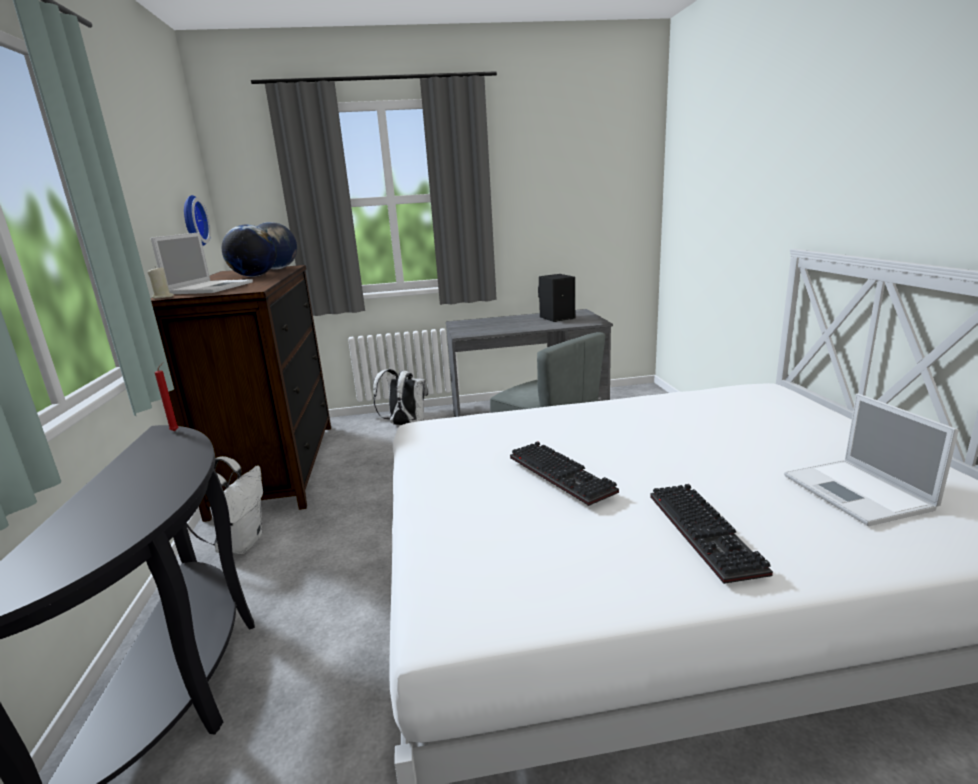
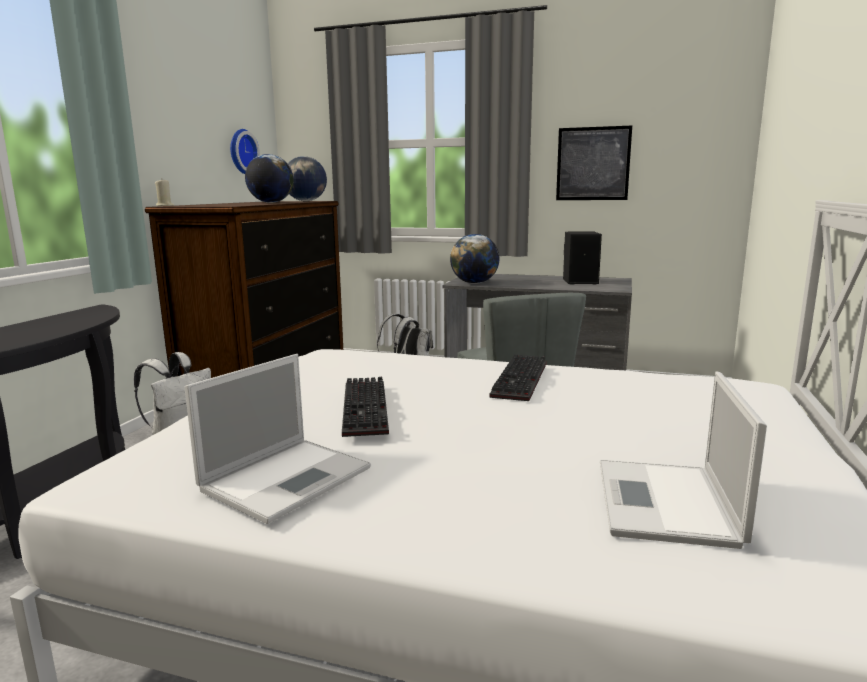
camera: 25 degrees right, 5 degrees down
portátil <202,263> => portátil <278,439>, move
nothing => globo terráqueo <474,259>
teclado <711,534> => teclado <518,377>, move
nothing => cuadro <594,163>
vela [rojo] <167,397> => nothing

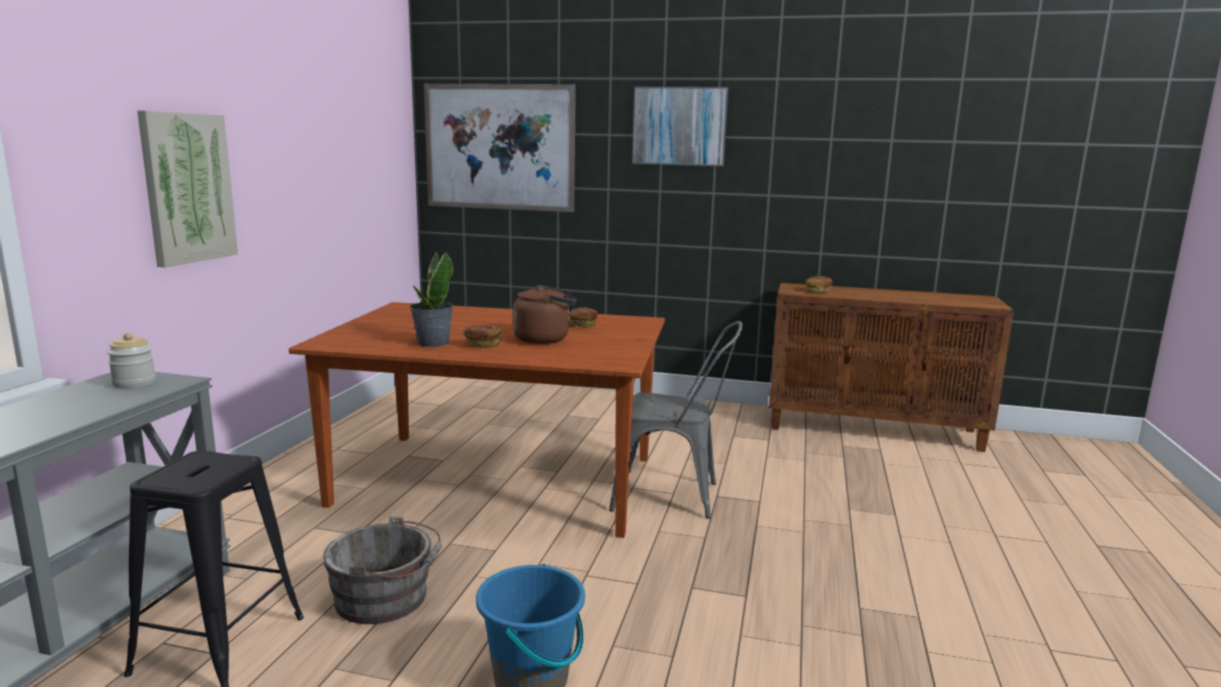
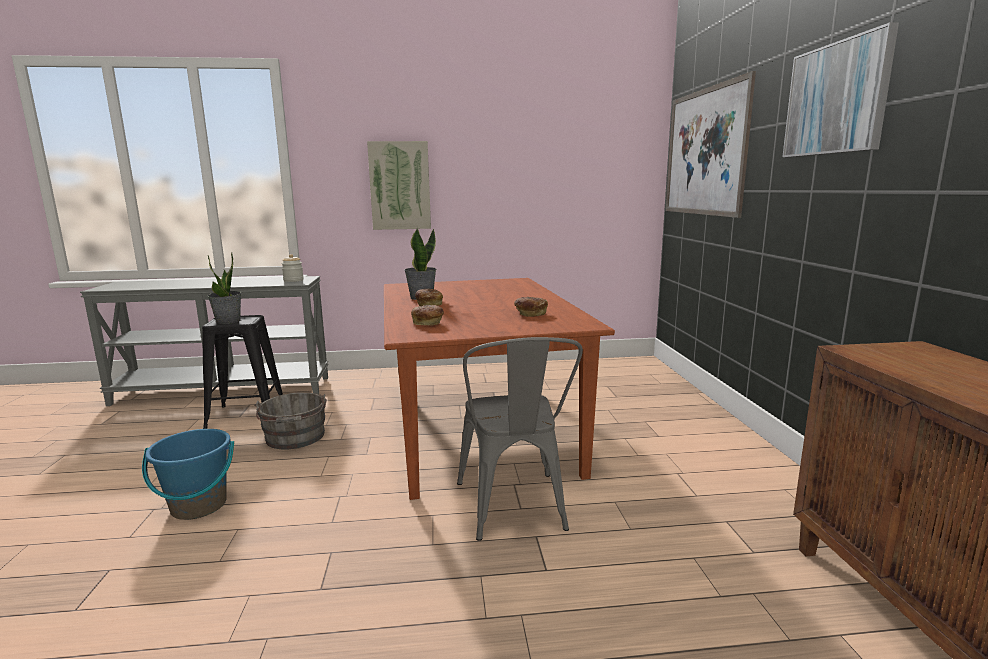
camera: 70 degrees right, 0 degrees up
nothing => planta en maceta <224,288>
pan <819,284> => pan <427,315>, move
hervidor [marrón] <545,314> => nothing

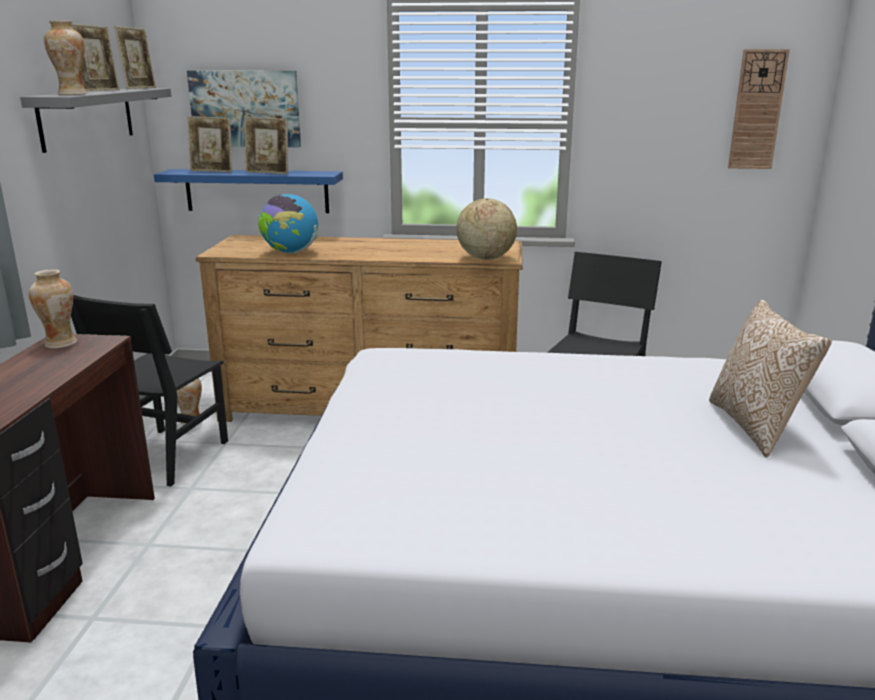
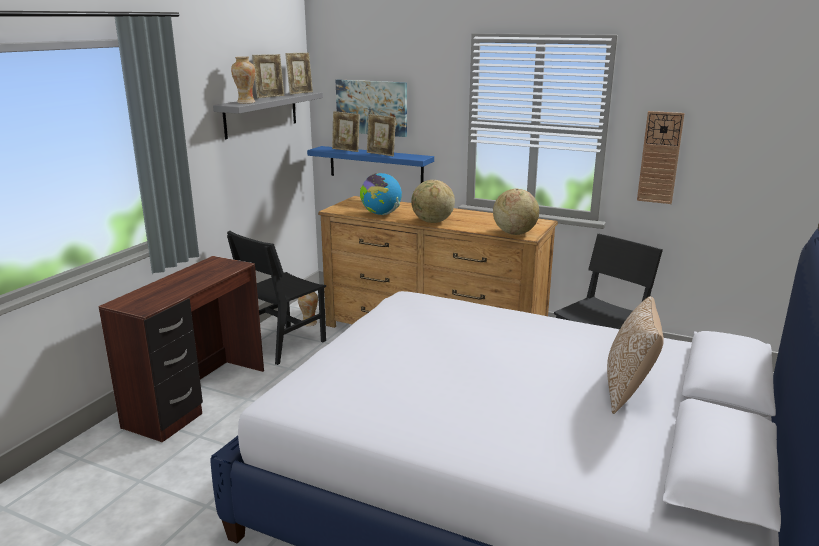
camera: 20 degrees right, 0 degrees up
nothing => globo terráqueo <433,201>
reloj de pared <759,109> => reloj de pared <661,157>, move
florero <53,308> => nothing

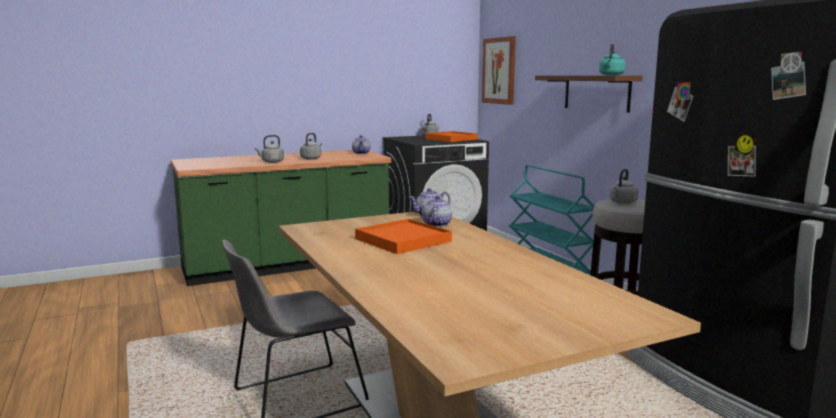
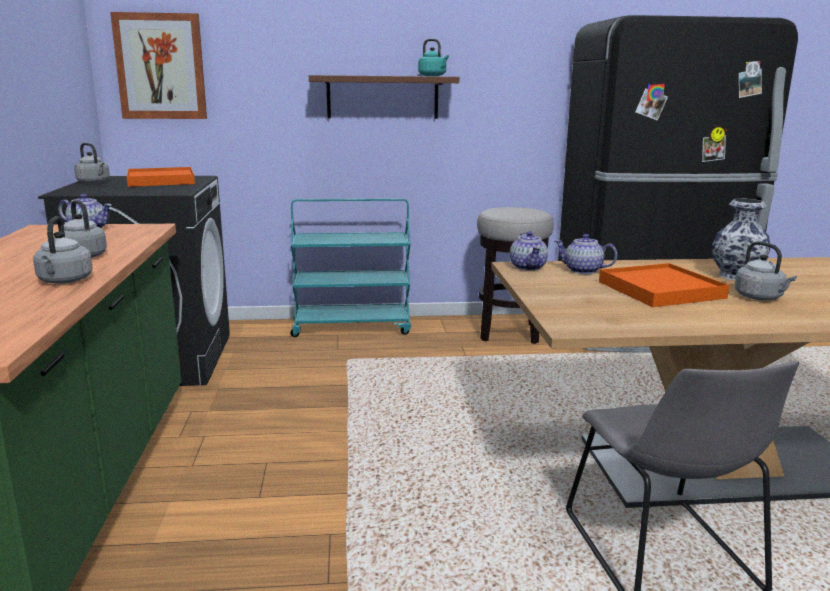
camera: 70 degrees left, 5 degrees up
nothing => florero <741,240>
hervidor [gris] <624,186> => hervidor [gris] <765,270>, move

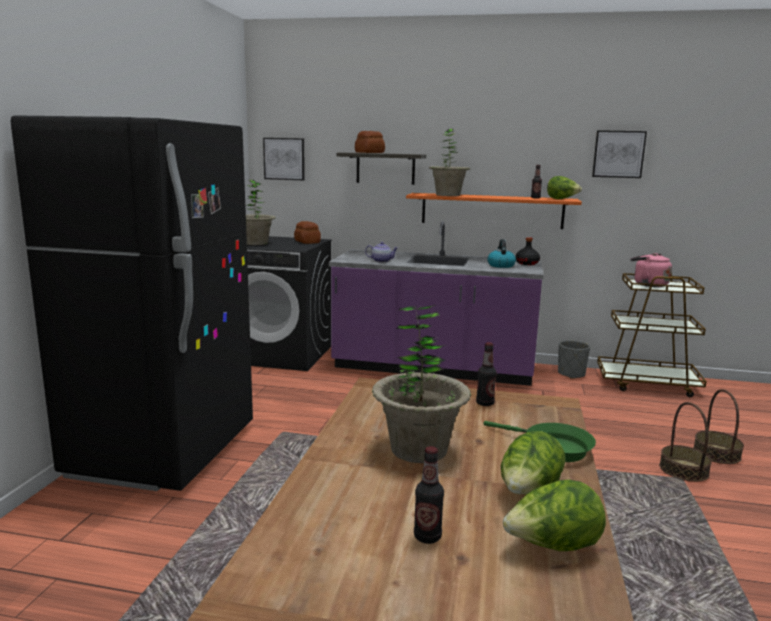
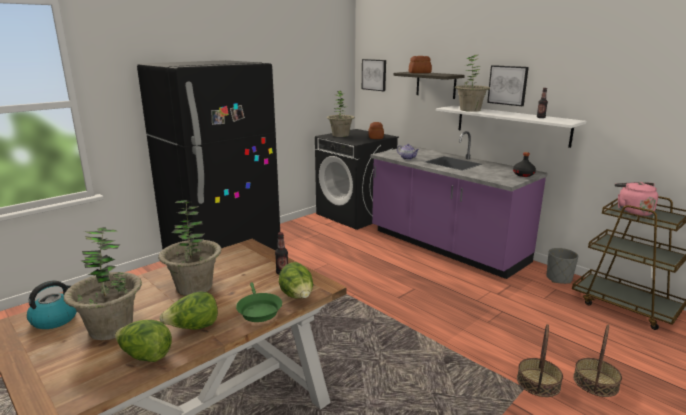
camera: 35 degrees right, 5 degrees up
hervidor <502,253> => hervidor <52,305>, move
botella <429,495> => planta en maceta <103,283>
lechuga <564,187> => lechuga <296,280>, move
estante [naranja] <494,211> => estante [blanco] <511,127>
cuadro <619,154> => cuadro <508,85>, move

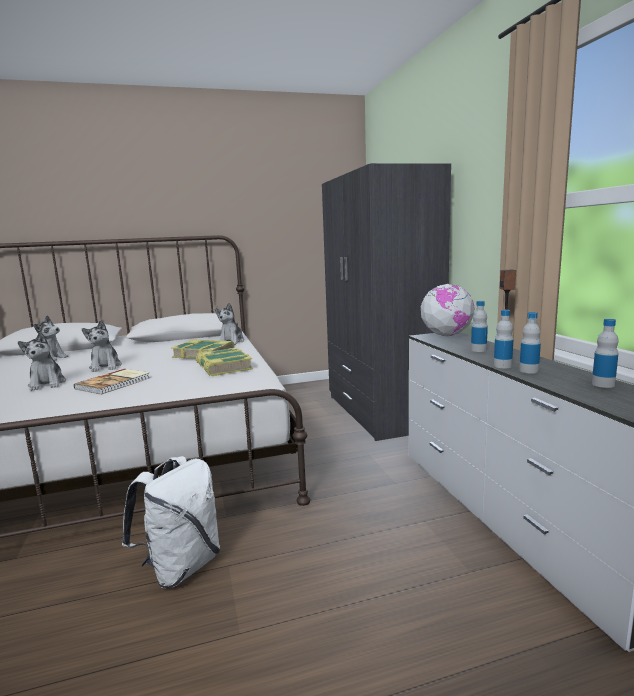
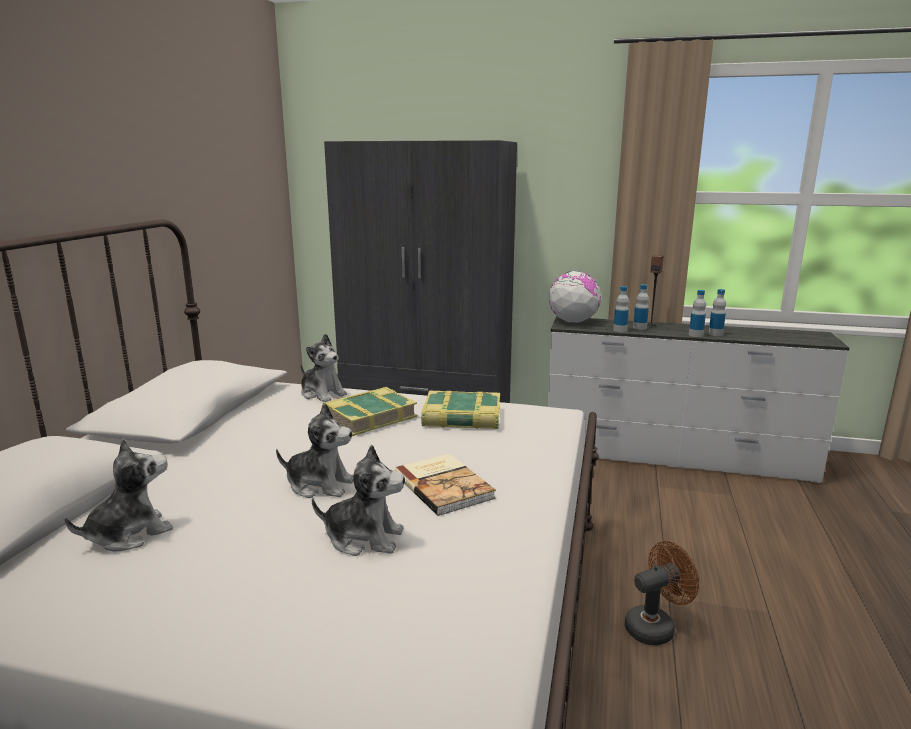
camera: 60 degrees left, 5 degrees up
botella <605,353> => botella <621,309>, move
mochila [blanco] <171,522> => ventilador [marrón] <662,593>

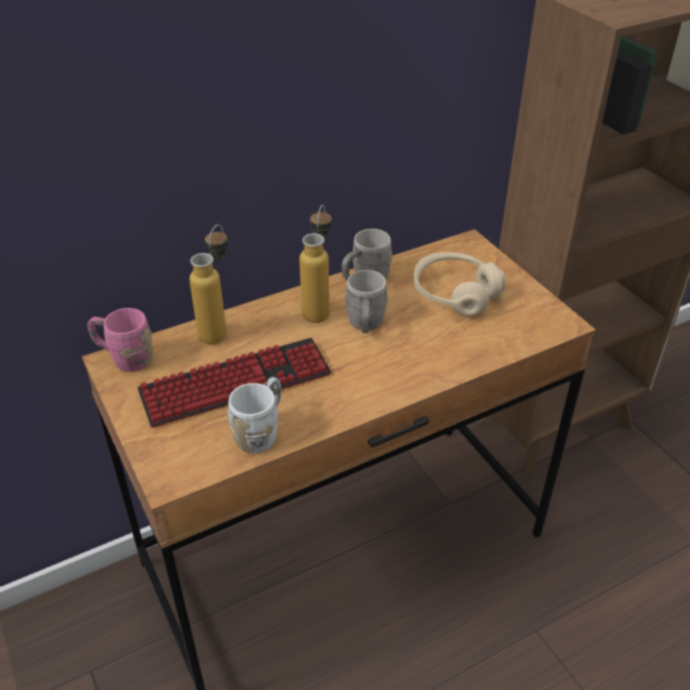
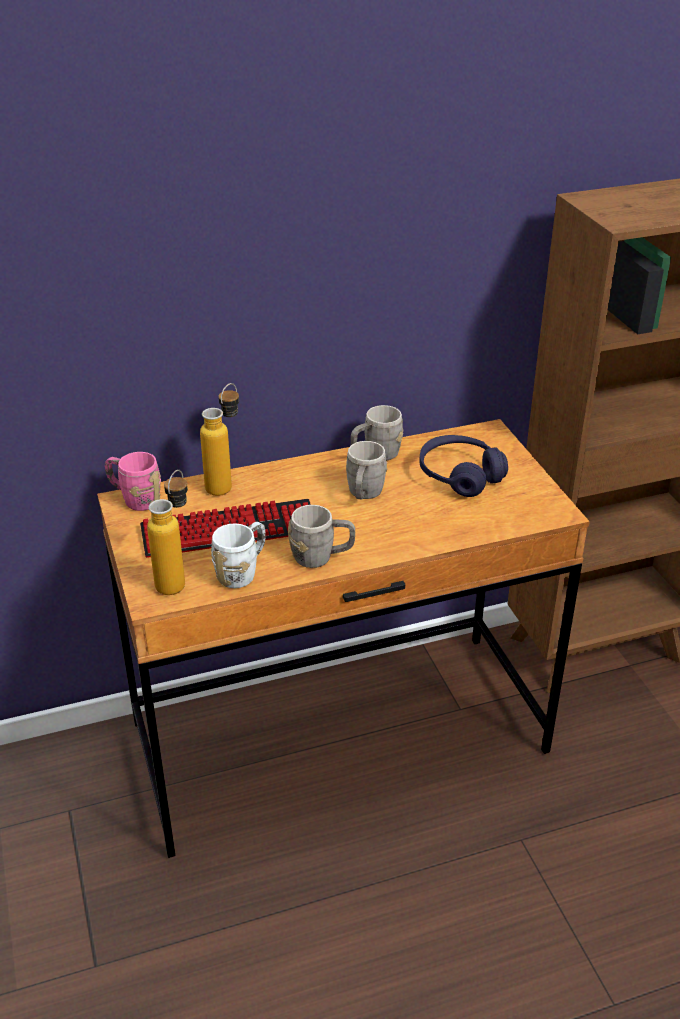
camera: 10 degrees right, 5 degrees down
botella <315,264> => botella <167,532>, move
nothing => taza grande [gris] <321,536>
auriculares [beis] <460,284> => auriculares [morado] <463,466>

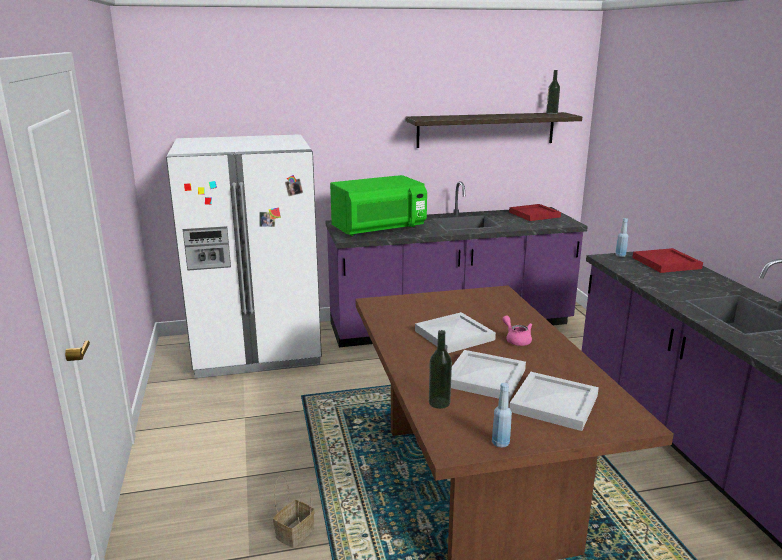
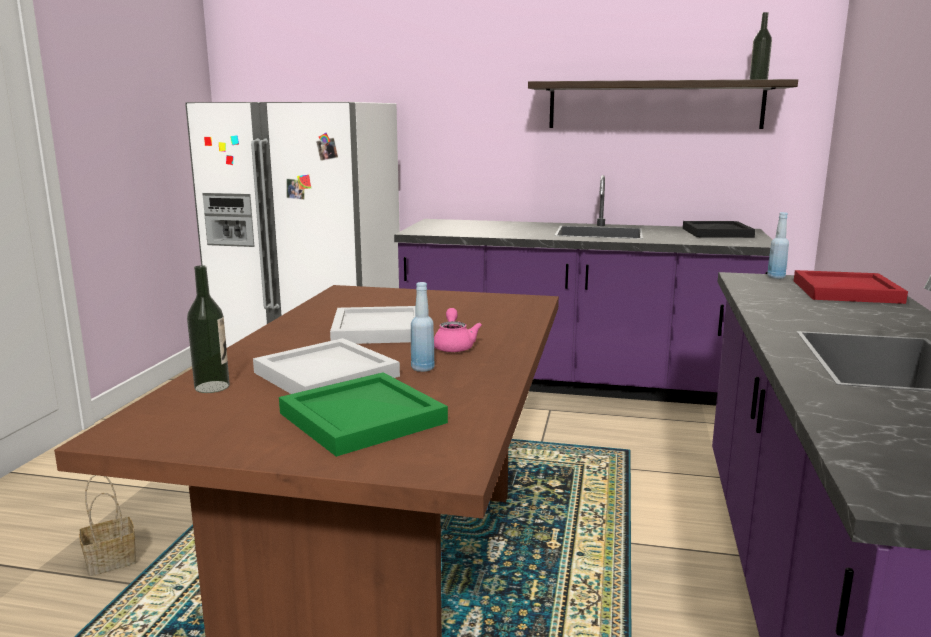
camera: 25 degrees right, 5 degrees down
bandeja [blanco] <554,401> => bandeja [verde] <363,414>
botella [azul] <502,415> => botella [azul] <423,327>, move
bandeja [rojo] <535,212> => bandeja [negro] <719,229>
microondas [verde] <378,205> => nothing

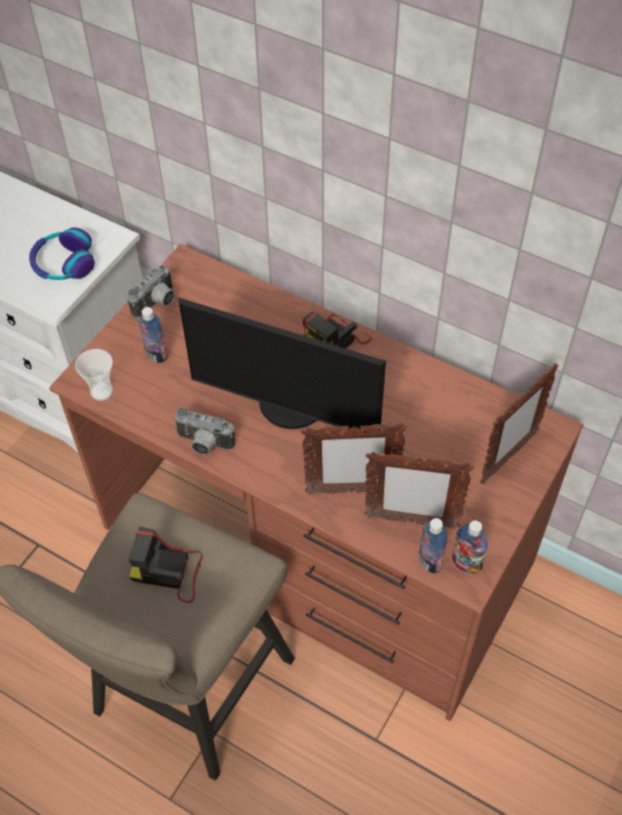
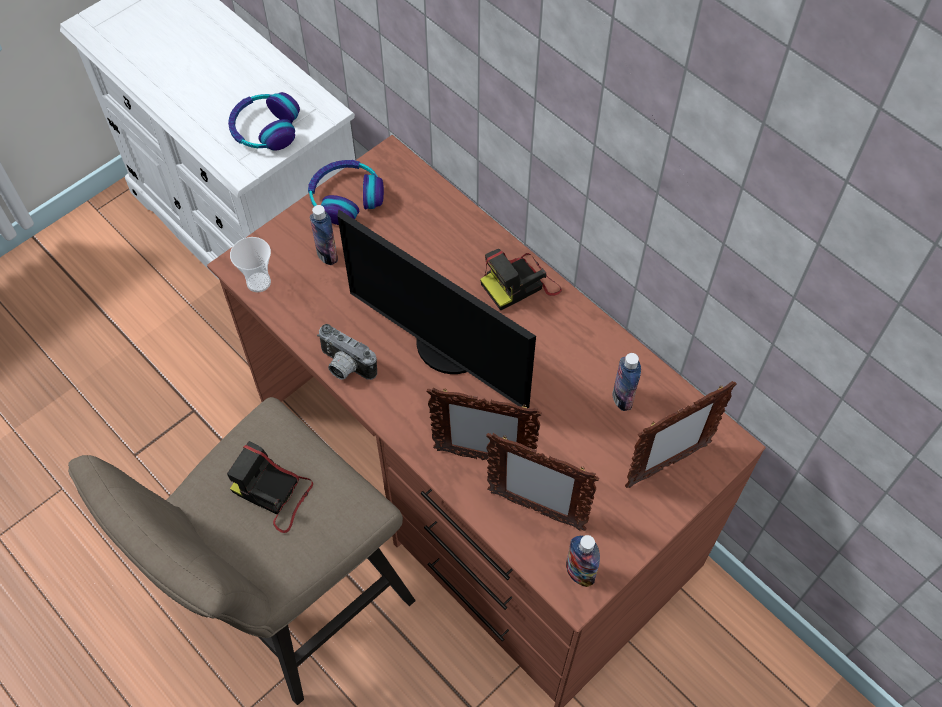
camera: 15 degrees right, 5 degrees up
cámara <151,292> => auriculares <346,192>
botella <433,546> => botella <626,382>, move

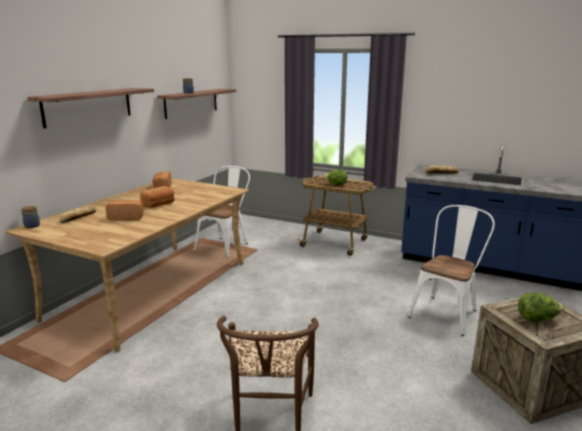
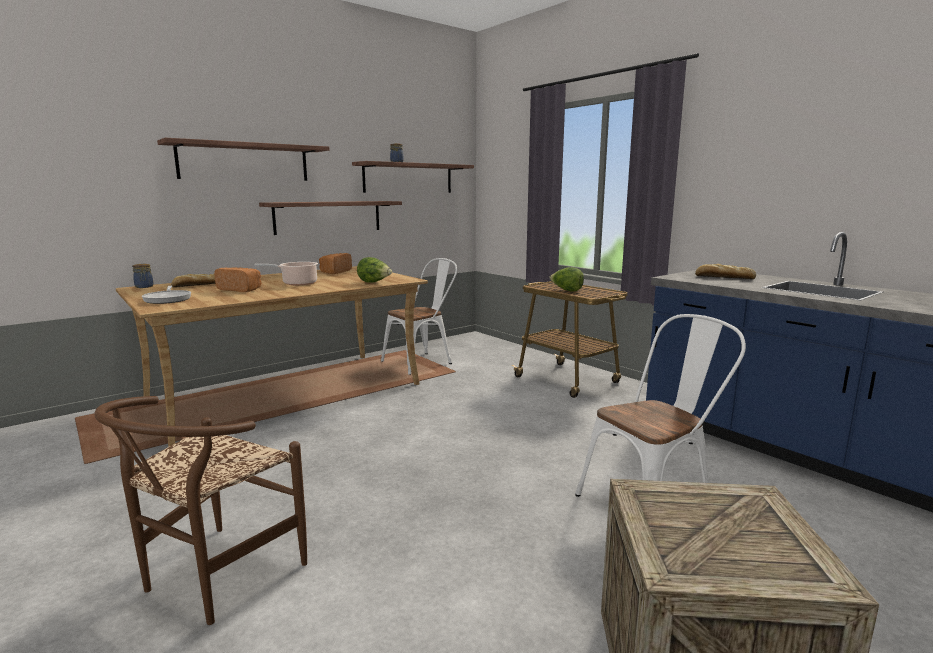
camera: 25 degrees right, 5 degrees down
nothing => sartén <166,295>
pan <157,197> => olla <286,273>
nothing => estante <330,218>
lechuga <541,307> => lechuga <374,270>, move

